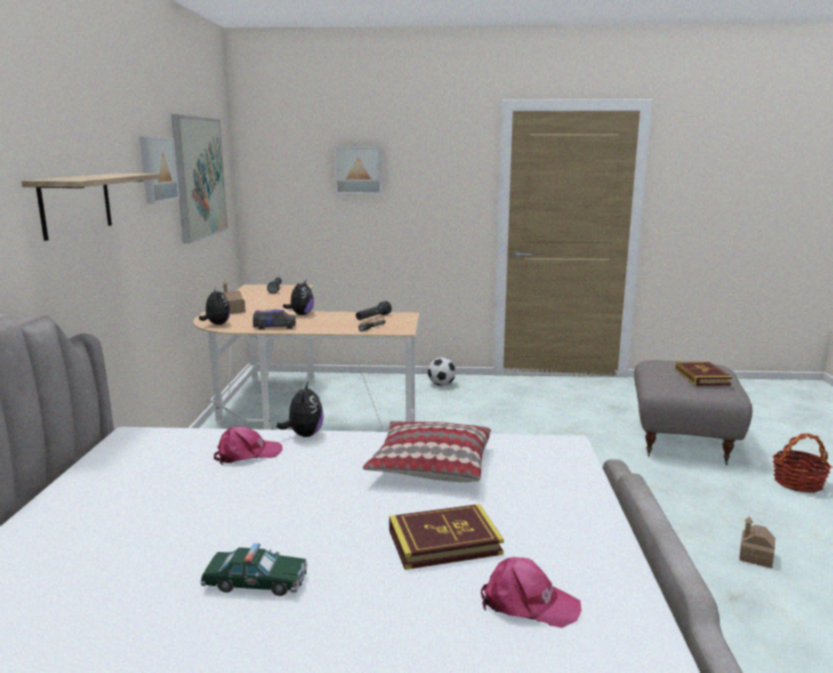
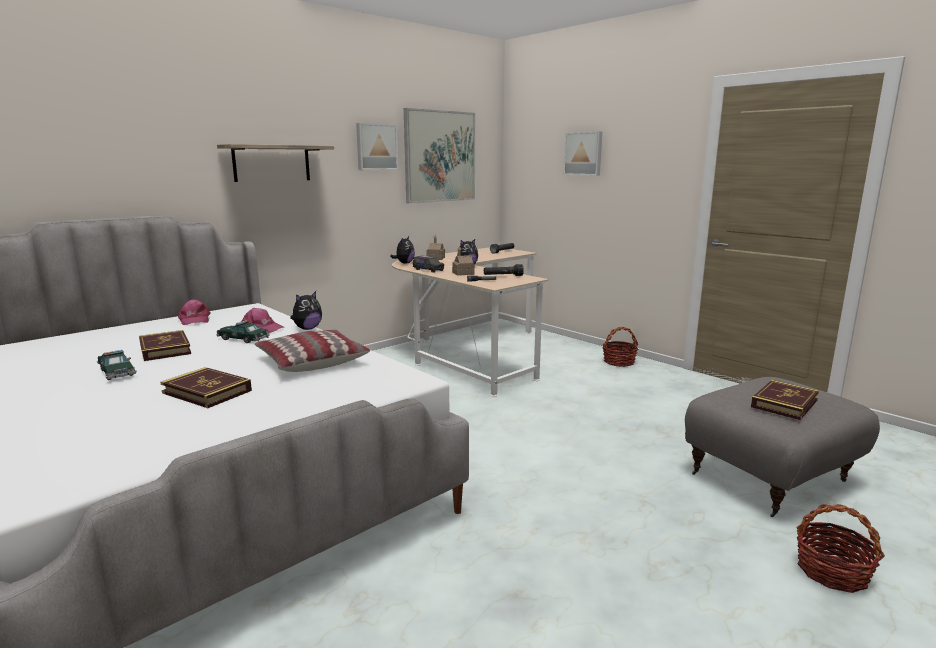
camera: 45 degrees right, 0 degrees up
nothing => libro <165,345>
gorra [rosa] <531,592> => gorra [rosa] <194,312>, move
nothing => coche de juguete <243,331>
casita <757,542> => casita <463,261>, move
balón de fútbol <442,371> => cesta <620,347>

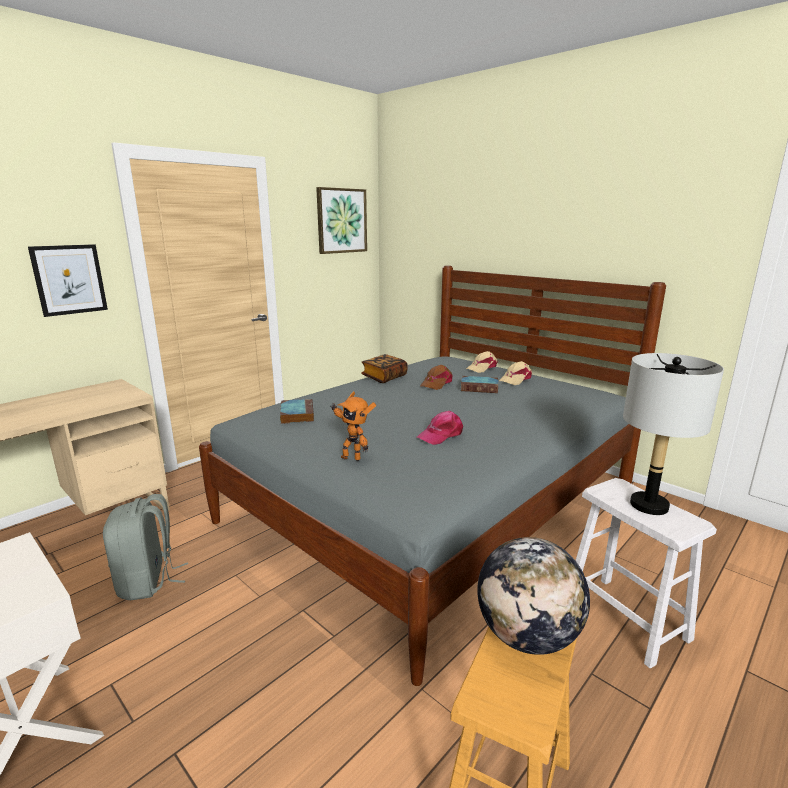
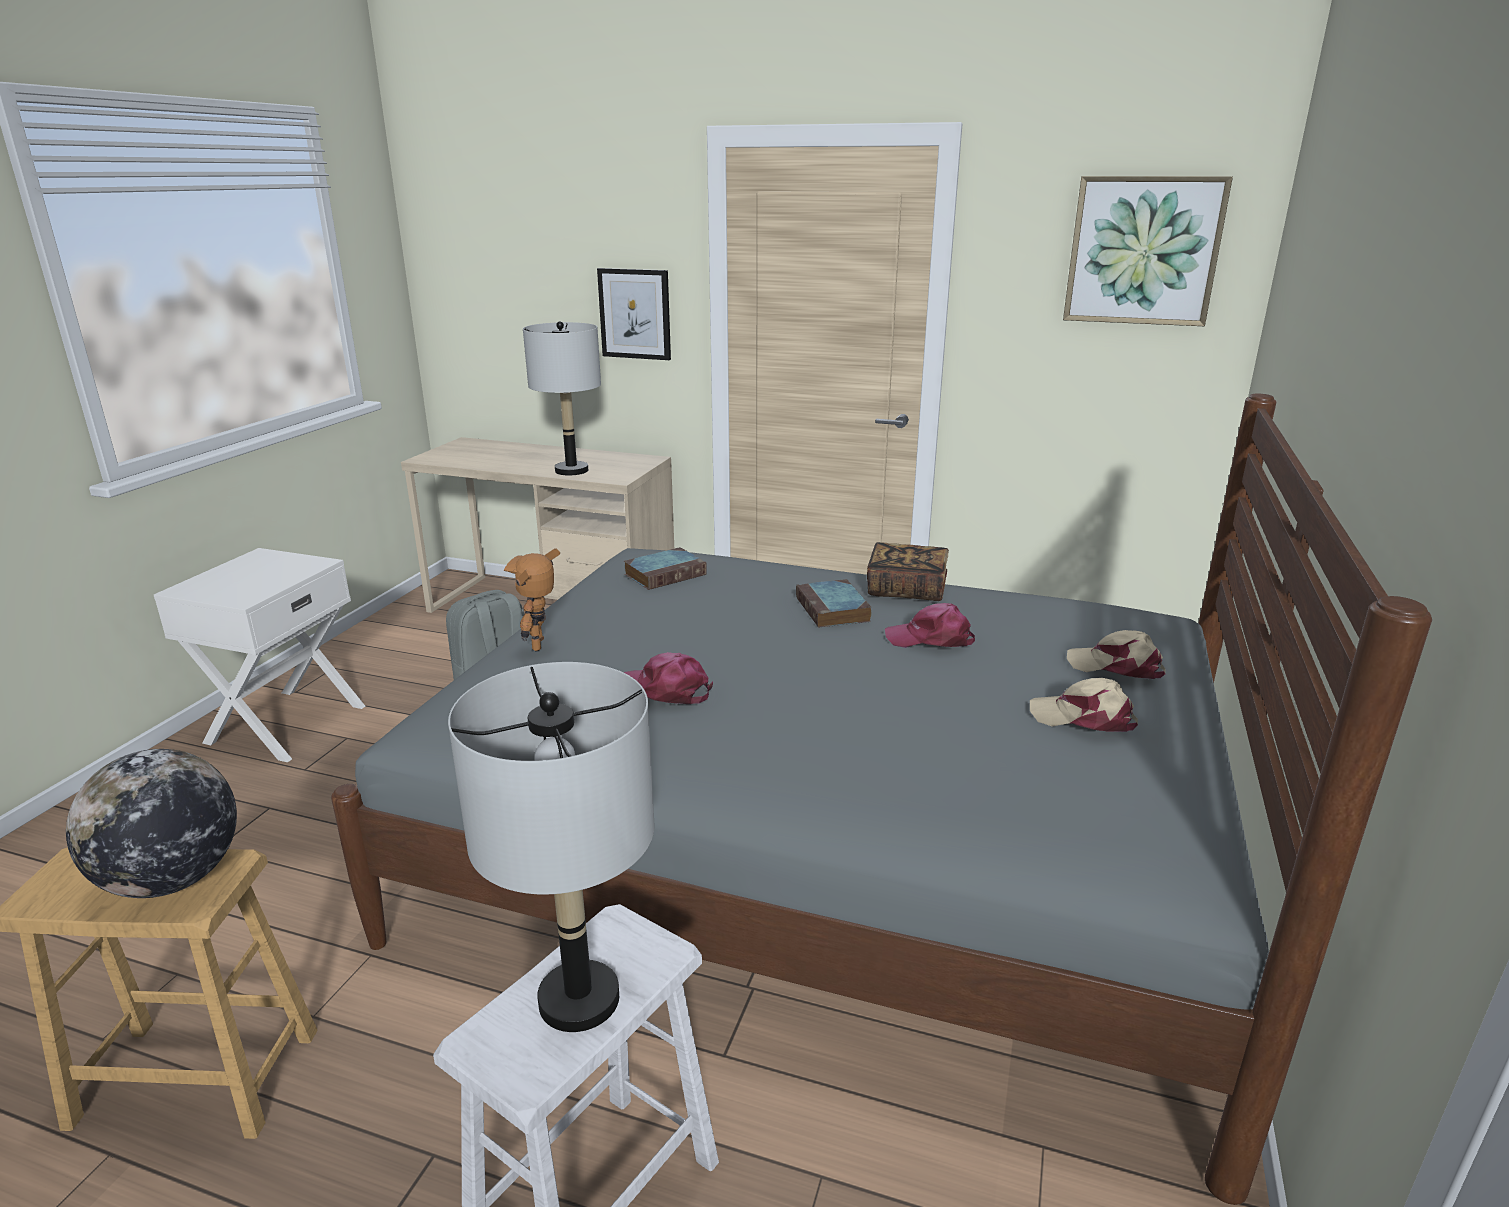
camera: 65 degrees right, 5 degrees up
nothing => lámpara de mesa [gris] <562,398>
libro <479,384> => libro <834,603>, move
gorra [marrón] <436,377> => gorra [rosa] <930,625>

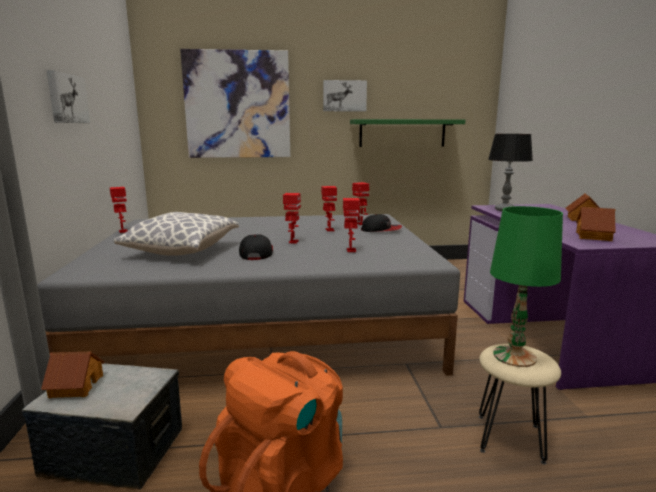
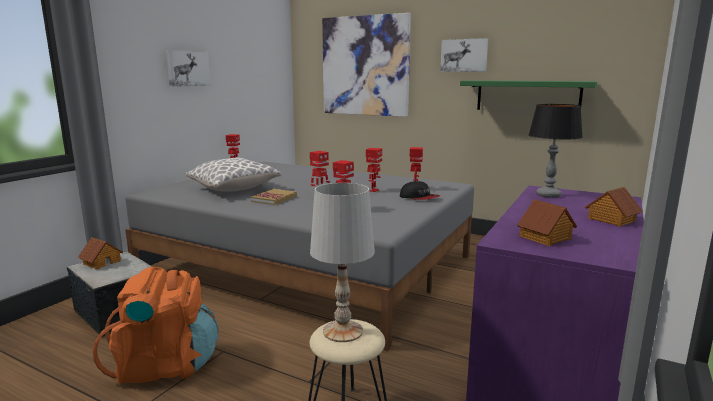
camera: 35 degrees right, 0 degrees up
gorra <256,247> => libro <274,197>
lámpara de mesa [verde] <526,286> => lámpara de mesa [blanco] <342,262>

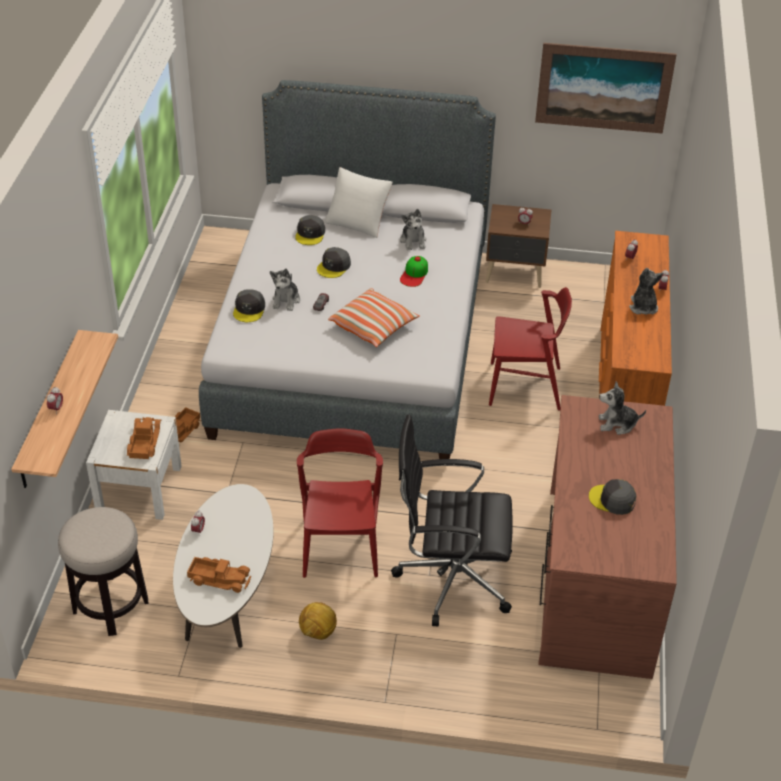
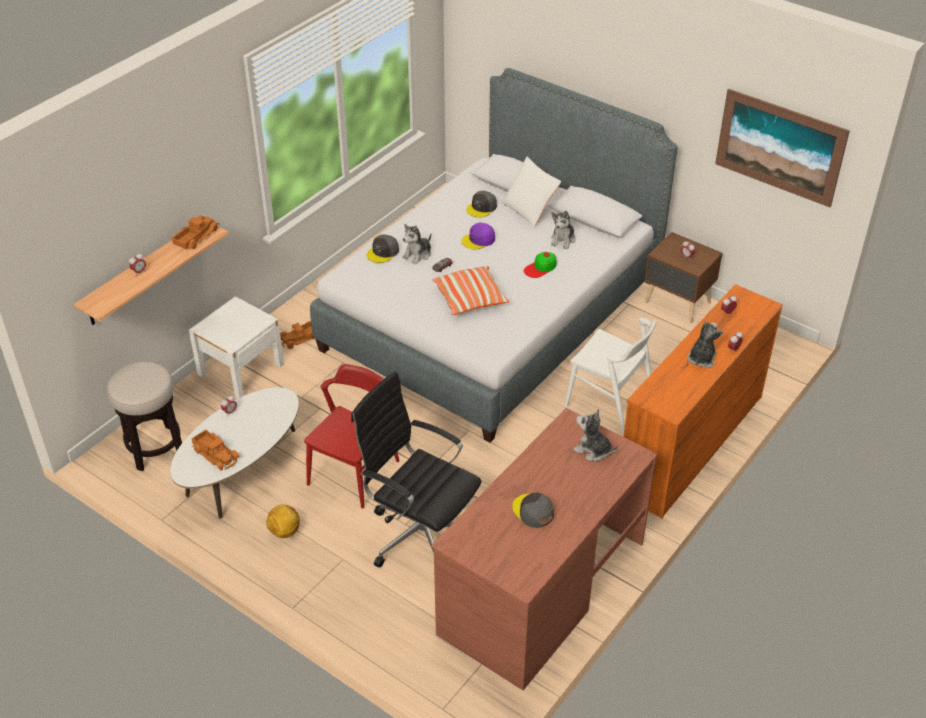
camera: 30 degrees right, 0 degrees up
camión de juguete <144,438> => camión de juguete <196,232>, move
gorra [gris] <334,262> => gorra [morado] <478,236>
silla [rojo] <530,349> => silla [blanco] <611,375>

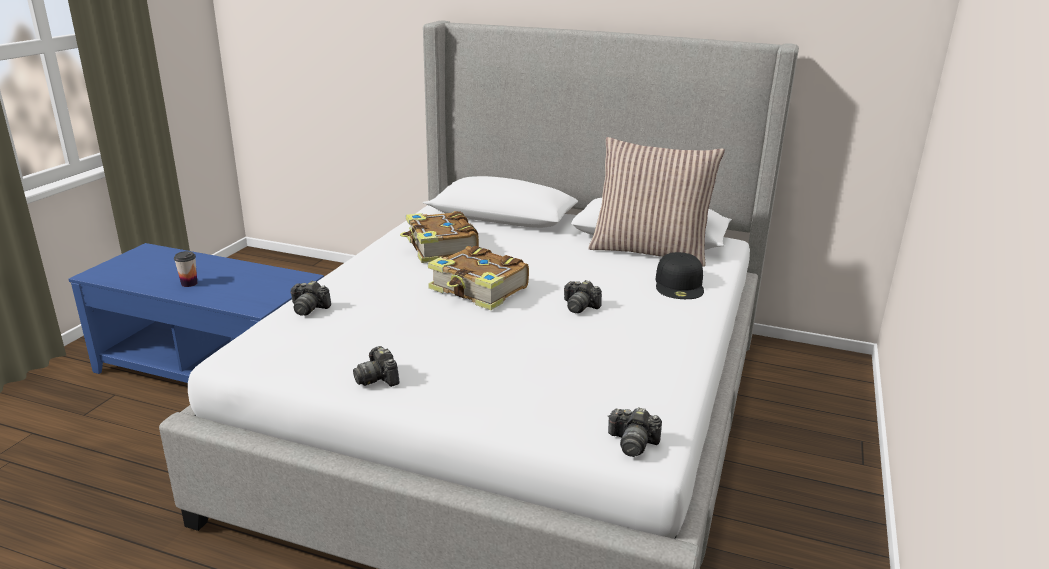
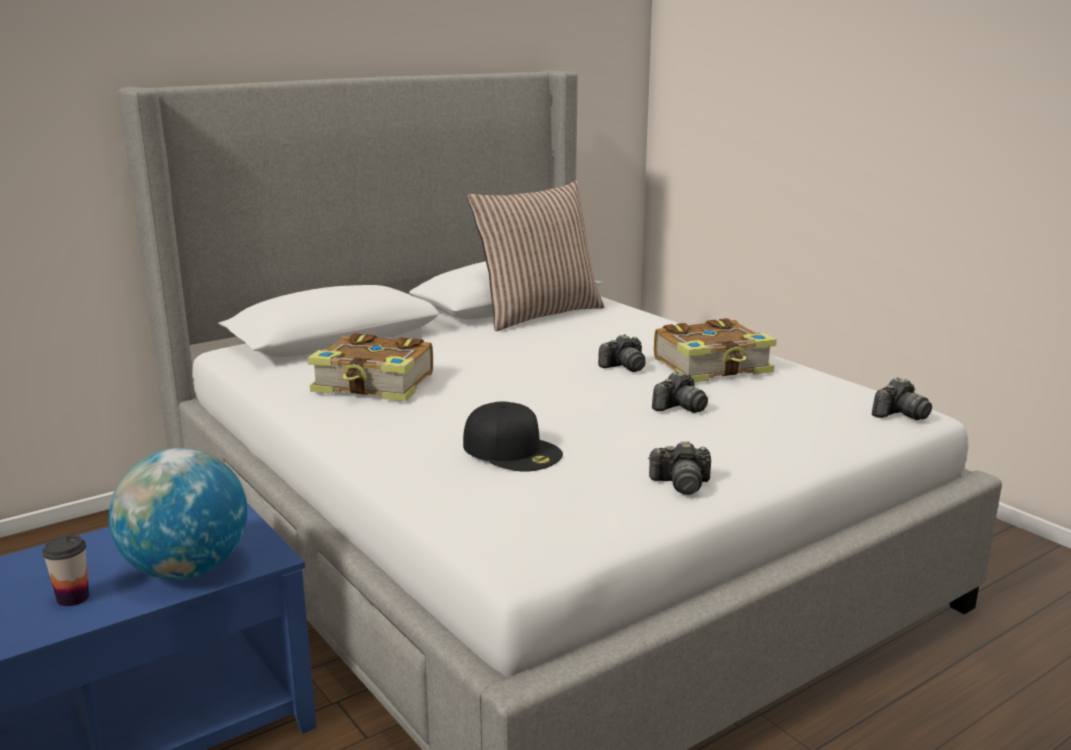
camera: 55 degrees left, 5 degrees down
nothing => globo terráqueo <178,514>
gorra [negro] <680,275> => gorra [negro] <513,436>, move
cámara <311,298> => cámara <680,392>, move
libro <478,278> => libro <715,350>, move

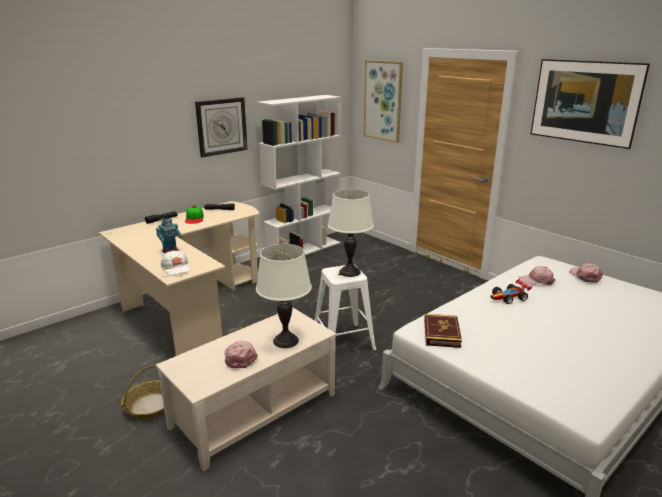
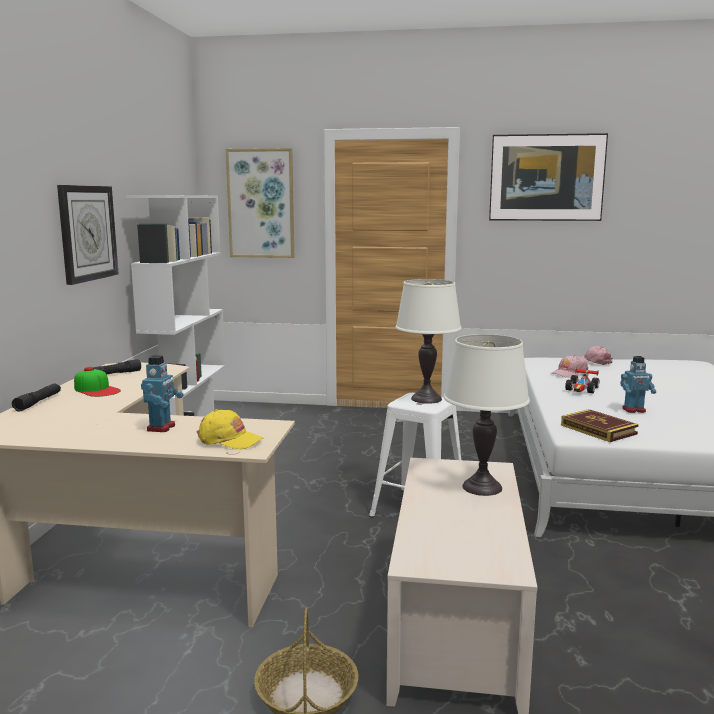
camera: 40 degrees left, 10 degrees down
gorra [blanco] <175,262> => gorra [amarillo] <230,429>
nothing => robot de juguete <638,384>
gorra [rosa] <241,354> => nothing

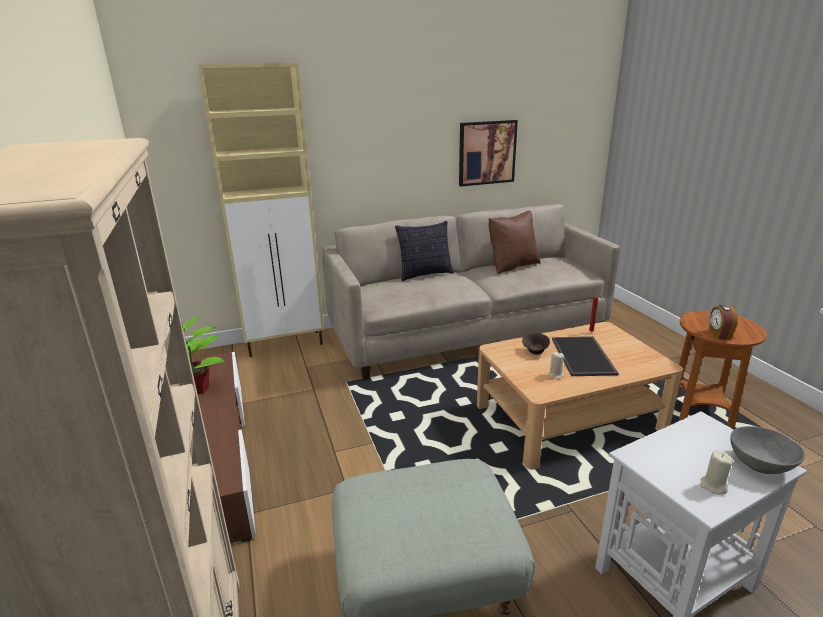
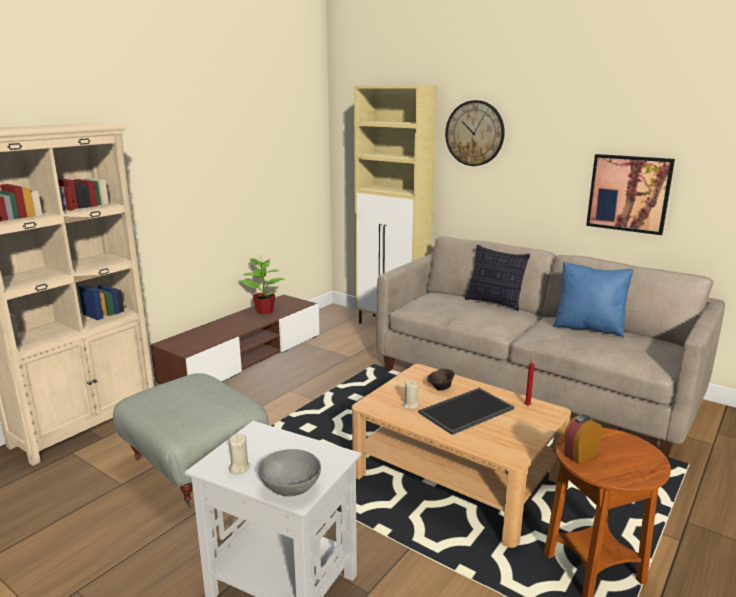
camera: 55 degrees right, 5 degrees down
nothing => reloj de pared <475,133>
cojín [marrón] <514,242> => cojín [azul] <592,299>

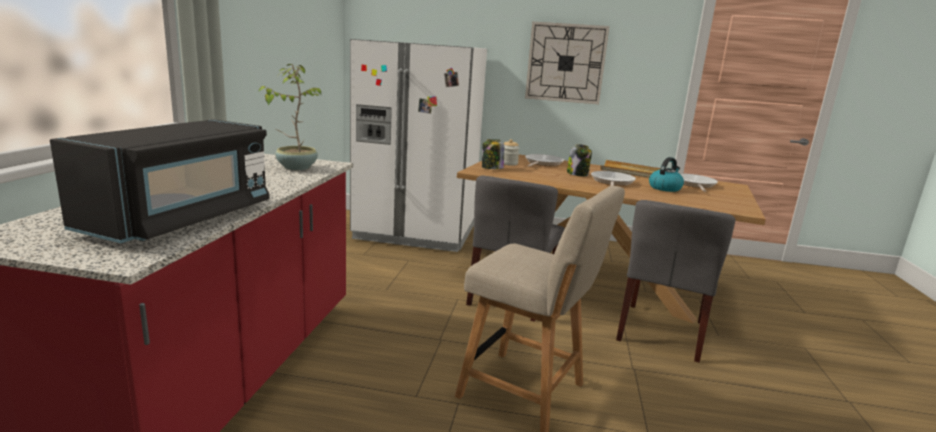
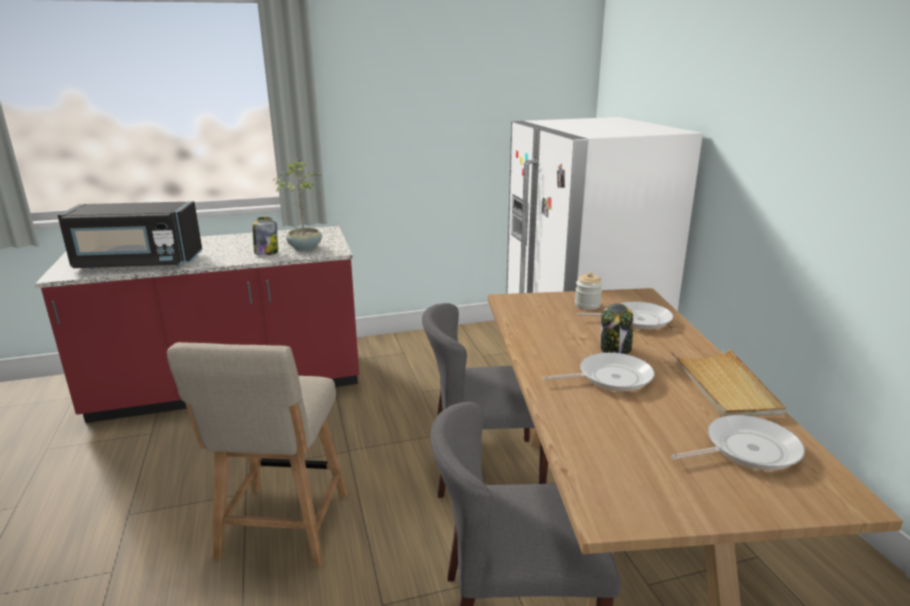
camera: 65 degrees right, 5 degrees up
tarro <493,154> => tarro <265,236>, move
reloj de pared <567,63> => nothing
hervidor <666,174> => nothing

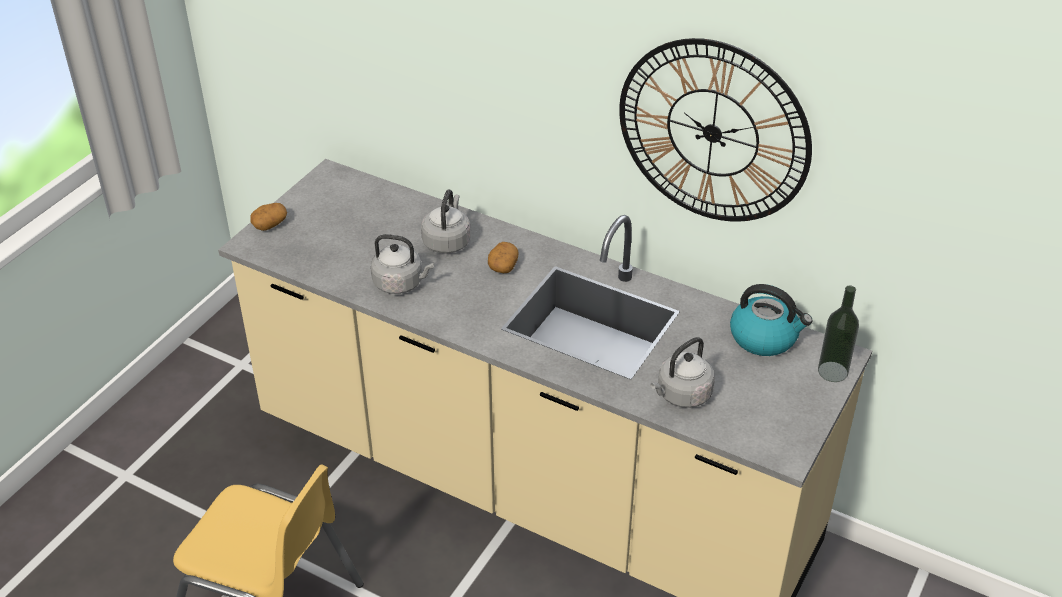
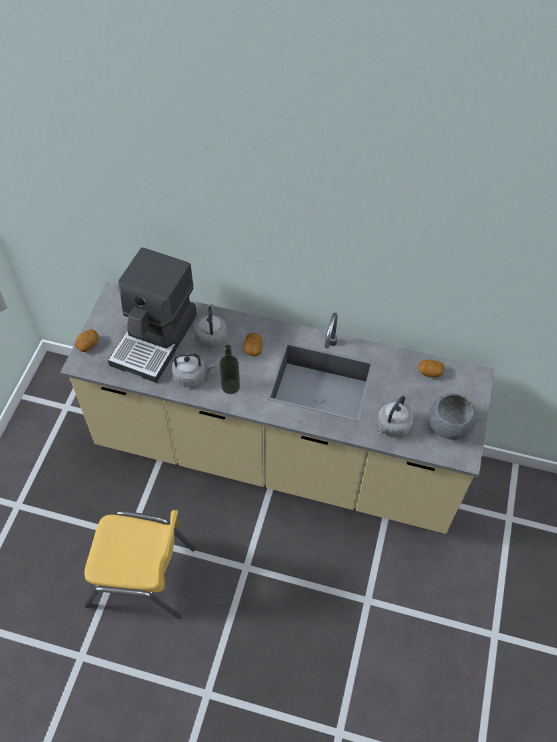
camera: 15 degrees left, 15 degrees up
nothing => cafetera <152,315>
botella <838,334> => botella <229,369>, move
hervidor <771,320> => patata <431,369>
nothing => cuenco [gris] <453,416>
reloj de pared <715,130> => nothing

